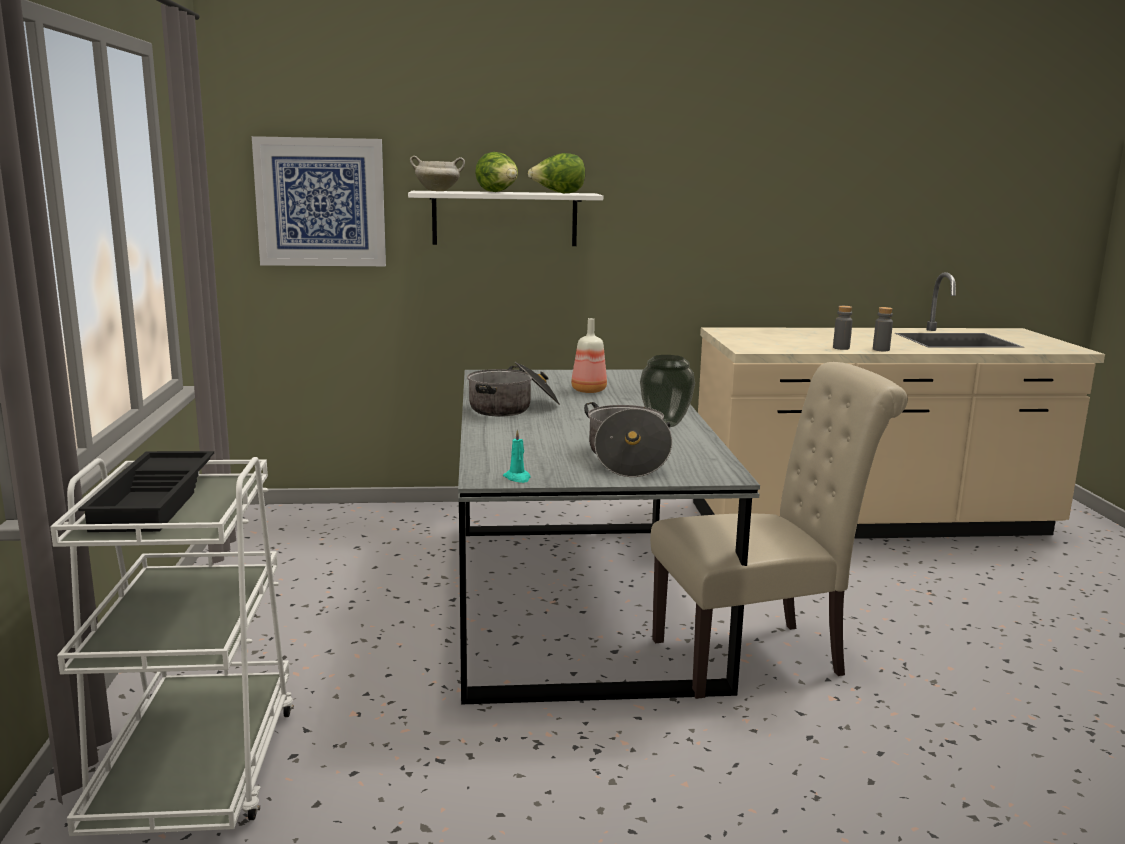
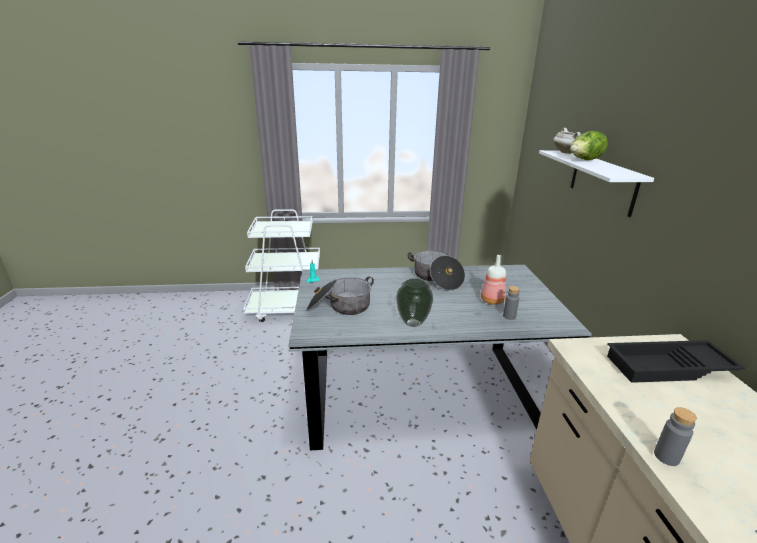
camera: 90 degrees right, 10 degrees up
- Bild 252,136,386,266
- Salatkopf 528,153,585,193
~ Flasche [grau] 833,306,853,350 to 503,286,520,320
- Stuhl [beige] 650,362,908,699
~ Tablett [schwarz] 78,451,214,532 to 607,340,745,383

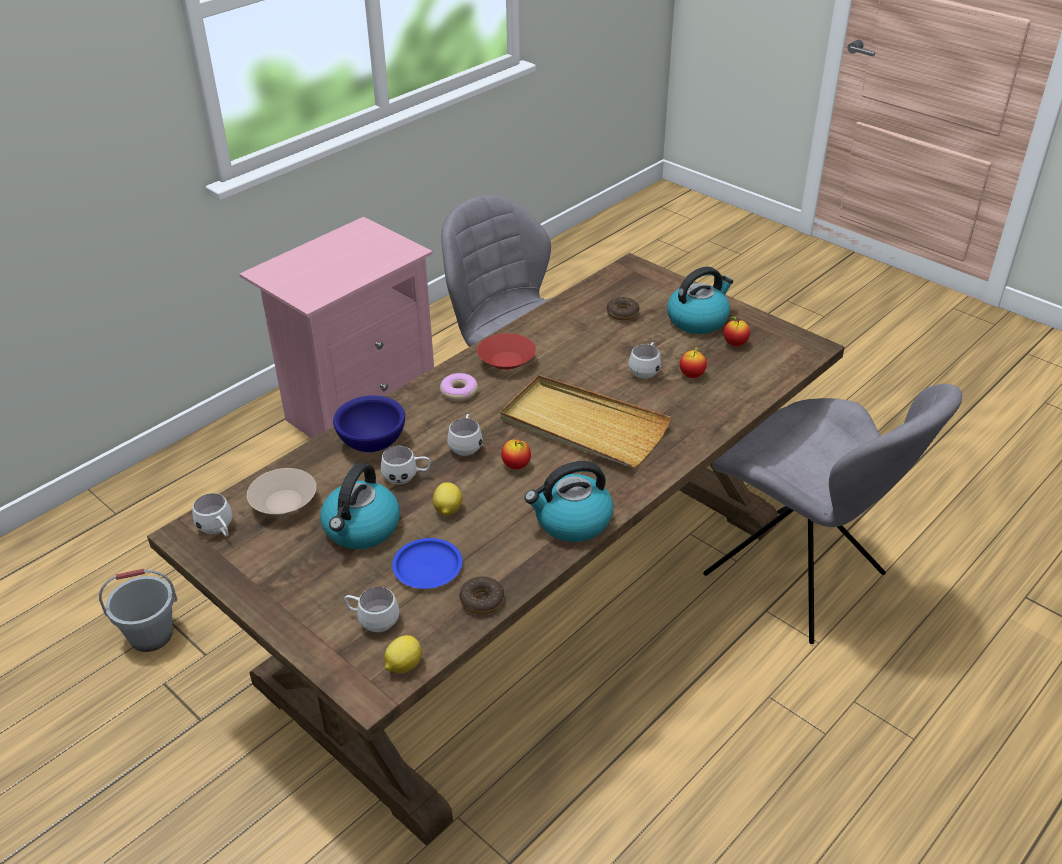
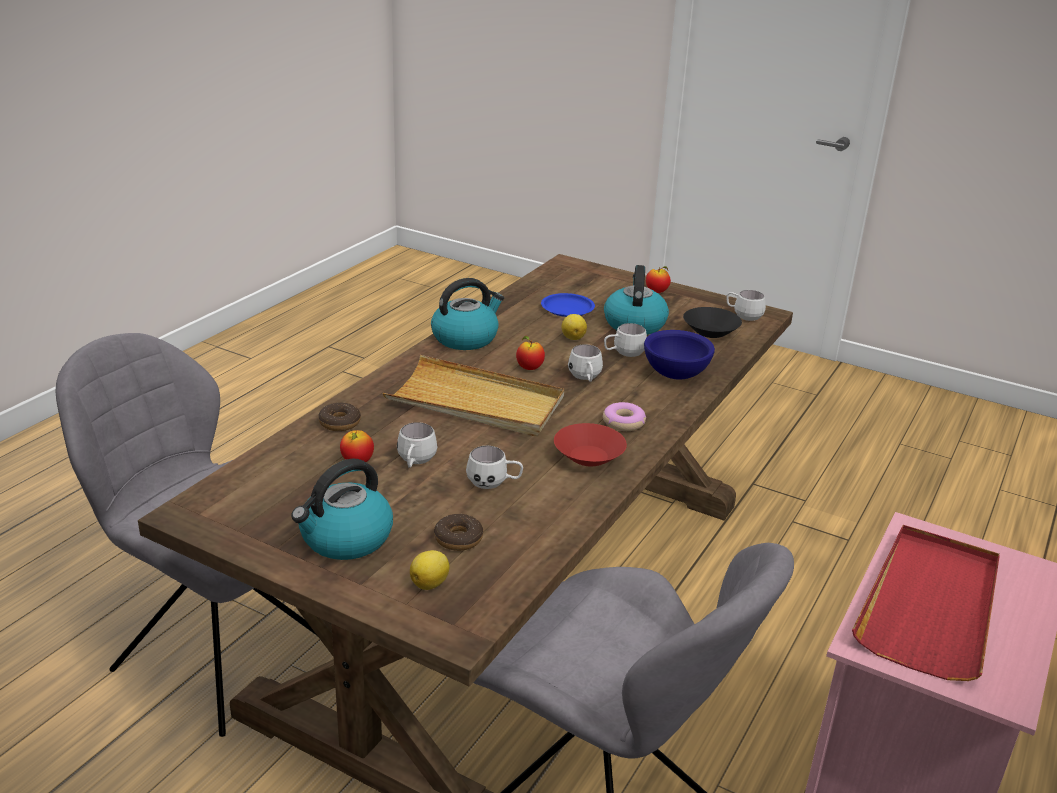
camera: 165 degrees right, 10 degrees down
~ Apfel 724,316,750,346 to 646,266,671,293
~ Schüssel [beige] 247,468,316,515 to Schüssel [schwarz] 683,307,742,338
- Eimer [grau] 99,569,178,652
~ Donut 459,576,504,615 to 318,403,361,431
~ Henkelbecher [weiß] 344,587,400,632 to 466,446,523,489
~ Zitrone 384,635,422,673 to 410,550,450,590
+ Tablett [rot] 852,525,1000,681

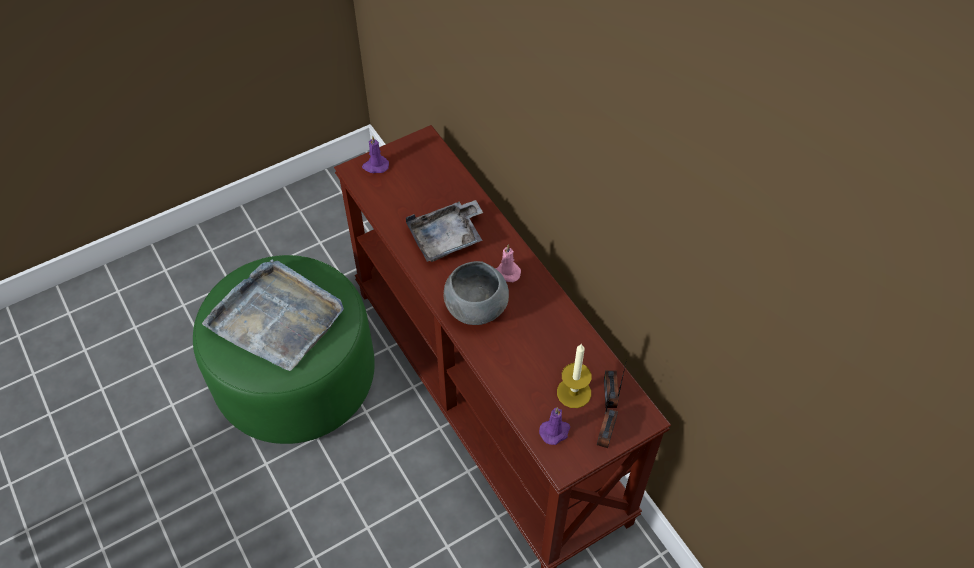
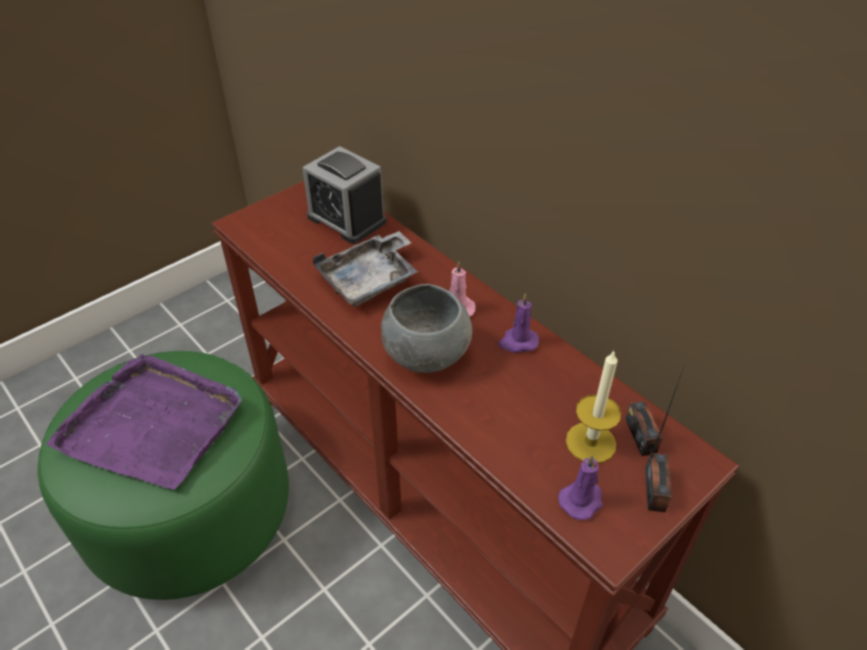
camera: 10 degrees left, 10 degrees down
~ Kerze [lila] 362,135,389,173 to 498,293,539,353
~ Tablett [grau] 202,259,344,371 to Tablett [lila] 46,354,242,490
+ Wecker 302,146,387,244

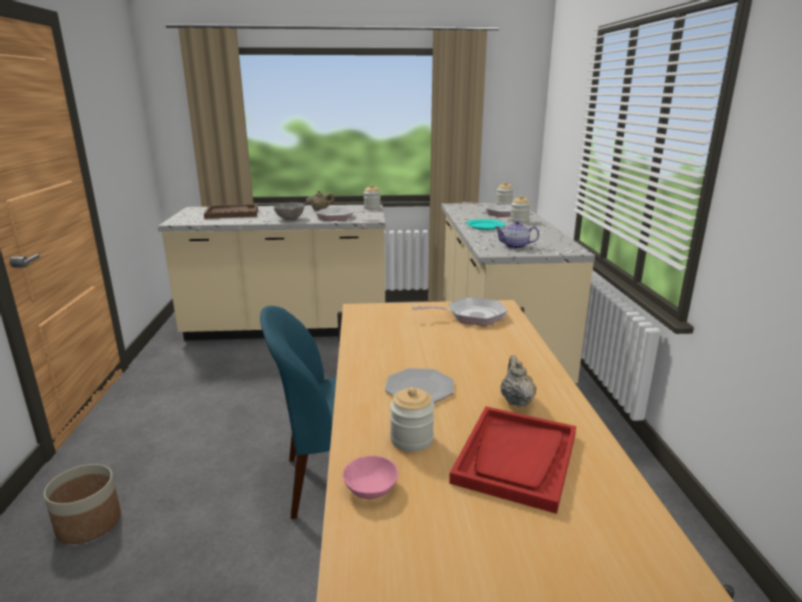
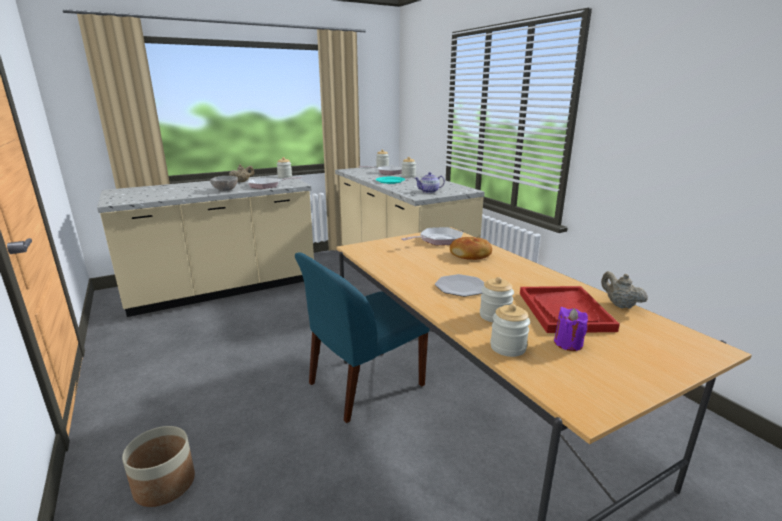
camera: 25 degrees left, 0 degrees up
- Tablett [braun] 204,204,258,219
~ Teekanne [beige] 500,355,537,407 to 601,271,648,309
~ Schüssel [rosa] 343,456,398,499 to Vorratsglas 490,304,530,357
+ Brot 450,237,492,260
+ Kerze [lila] 554,307,588,351

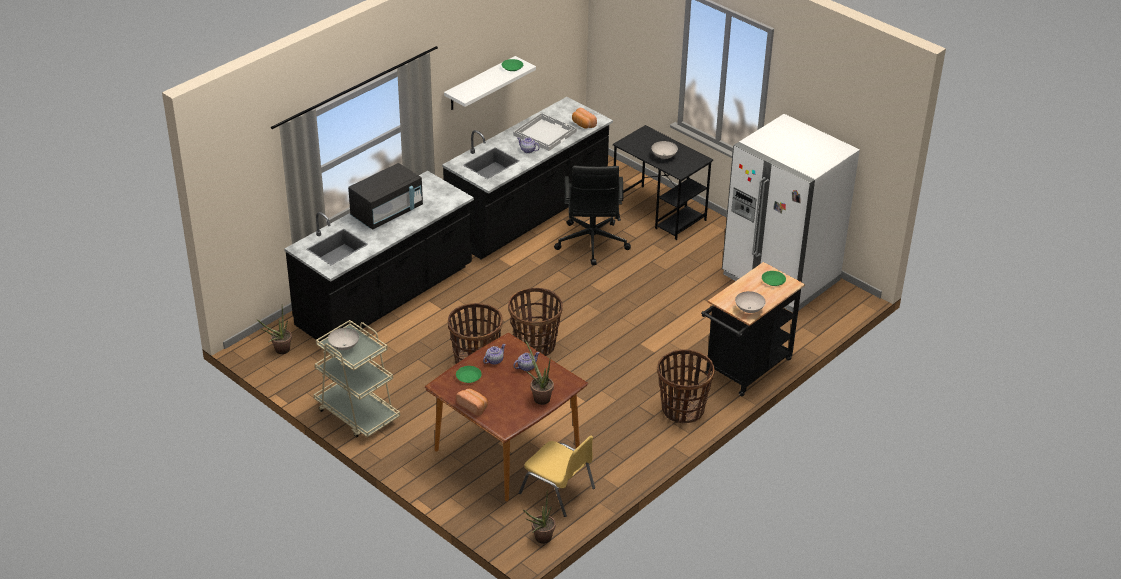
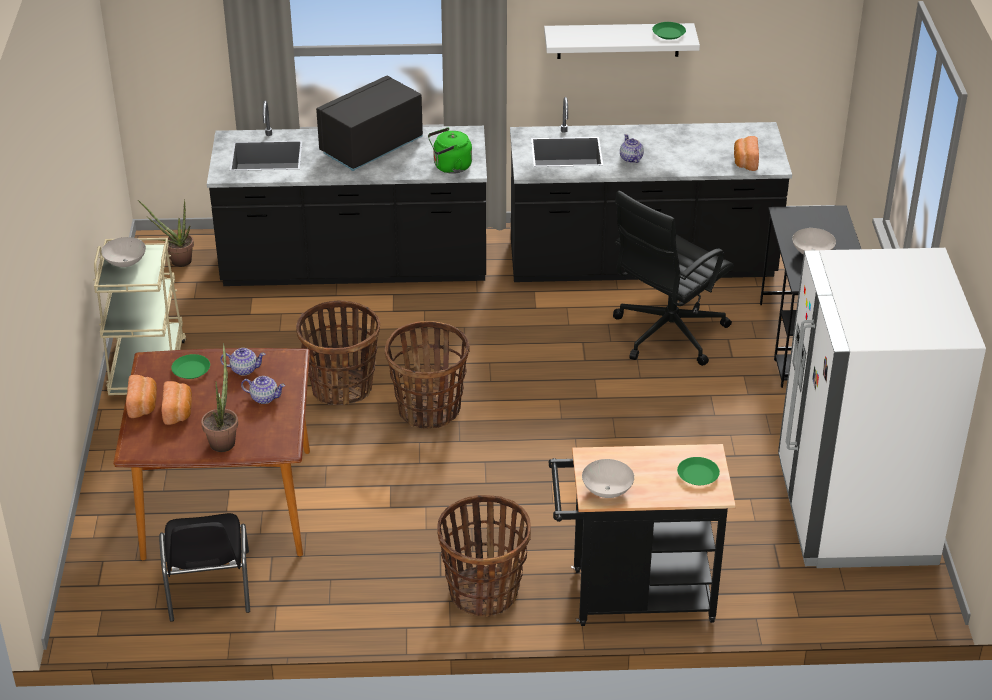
camera: 45 degrees right, 0 degrees up
- Tablett [weiß] 513,113,577,151
~ Mikrowelle [schwarz] 348,163,423,230 = 316,75,423,171 135 degrees clockwise
~ Stuhl [gelb] 519,436,595,517 to Stuhl [schwarz] 159,513,250,622
- Topfpflanze 523,491,555,544
+ Wasserkessel [grün] 428,128,472,174
+ Brot 161,381,192,425

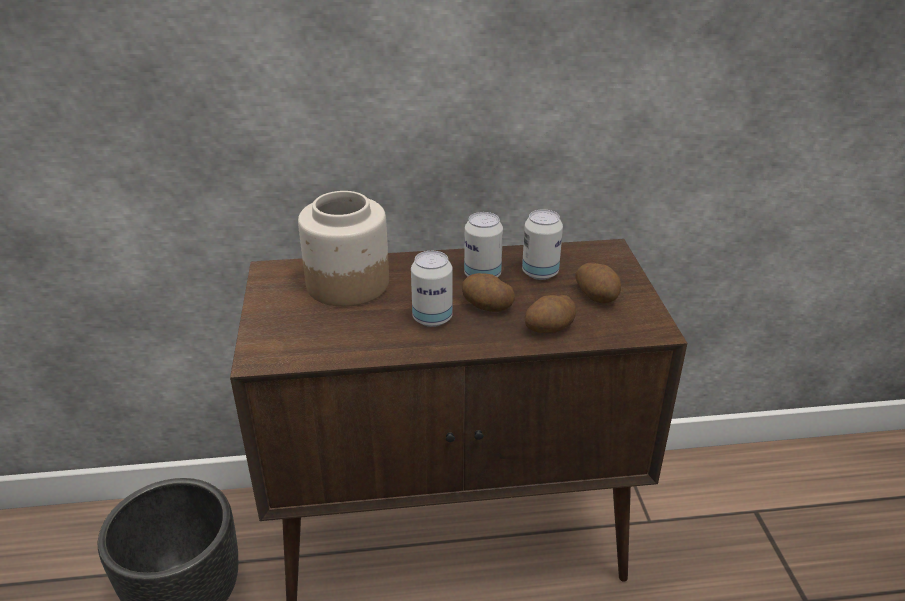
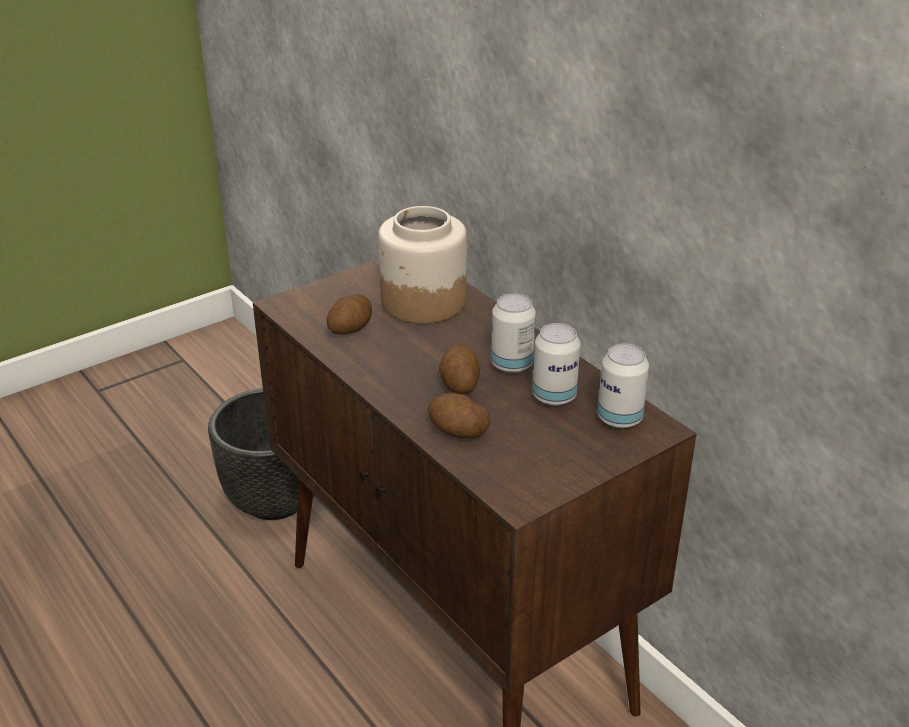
camera: 60 degrees right, 0 degrees up
~ Dose 411,251,453,327 to 598,344,649,429
~ Kartoffel 575,262,621,303 to 327,294,372,335

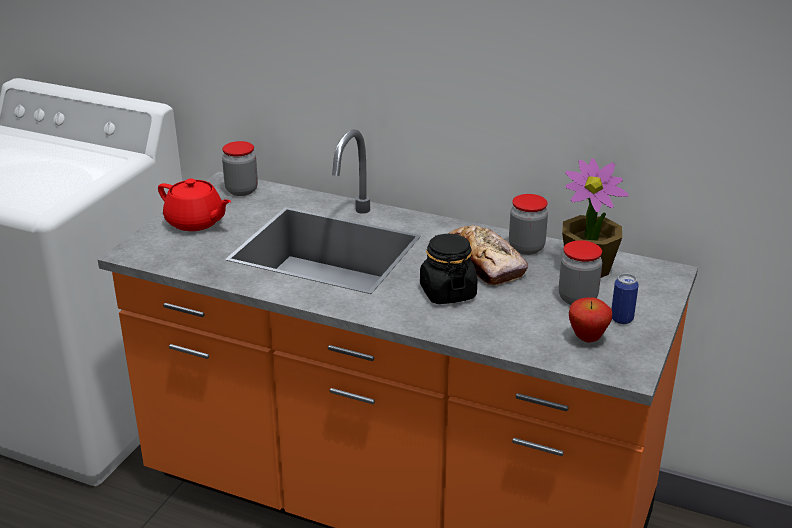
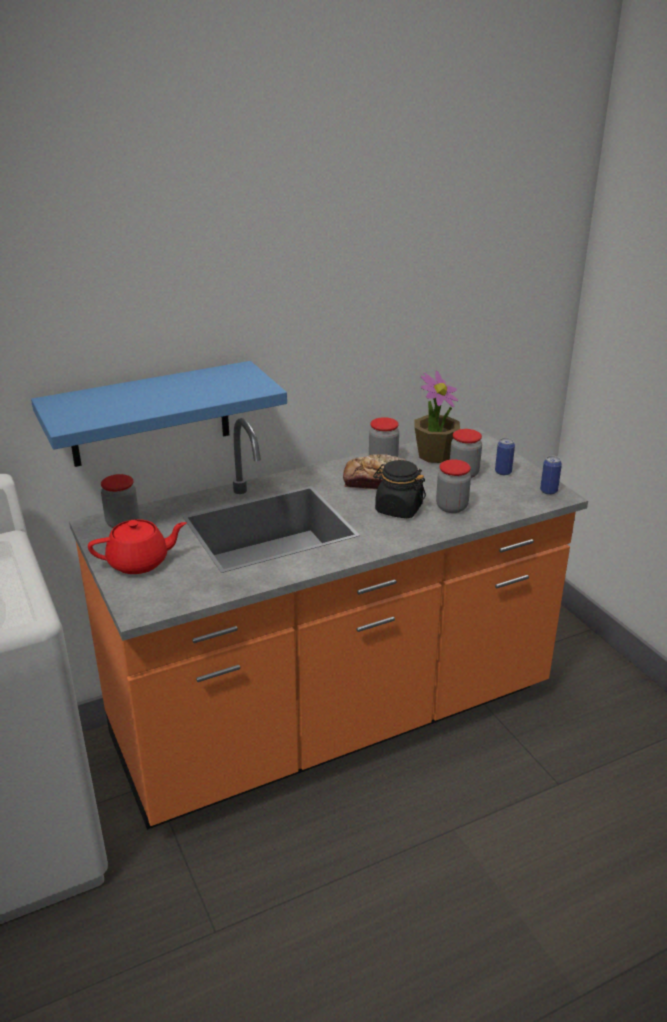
camera: 50 degrees left, 0 degrees up
- Apfel 569,297,612,343
+ Wandregal [blau] 31,361,287,467
+ Dose 540,455,562,495
+ Vorratsglas 436,459,471,513

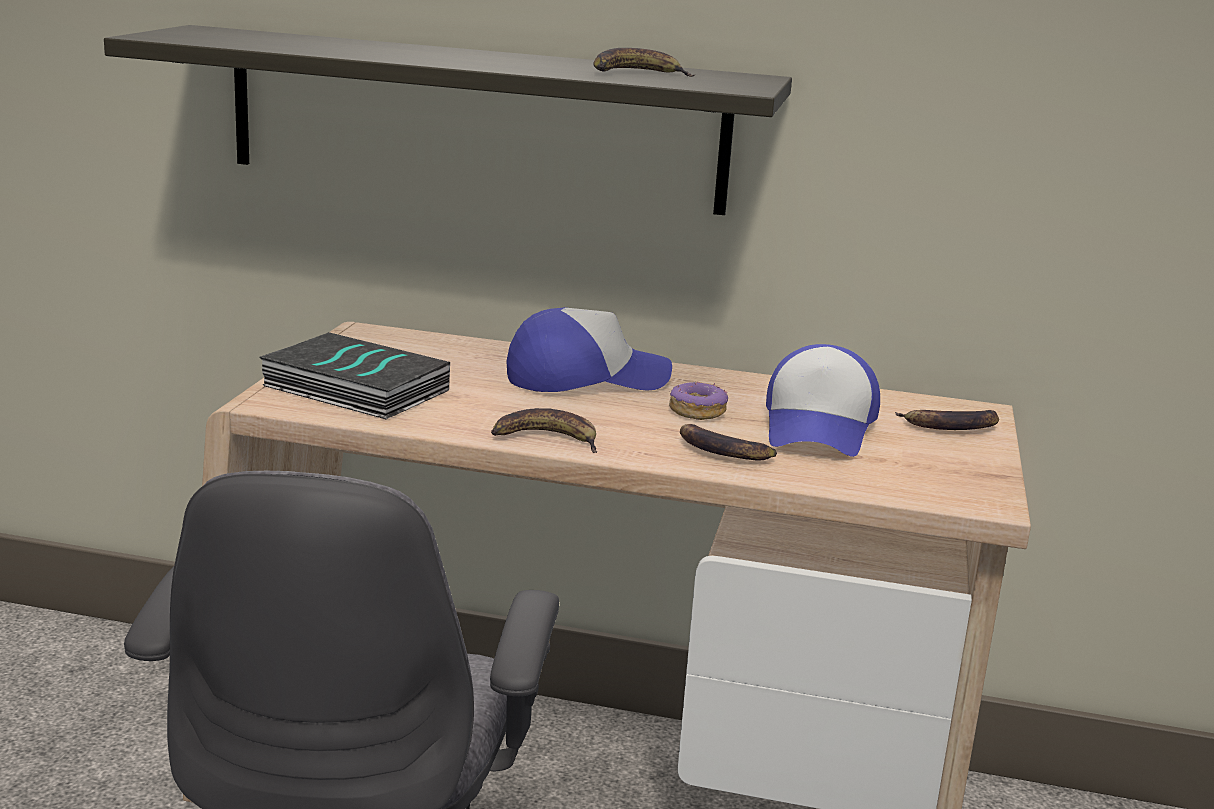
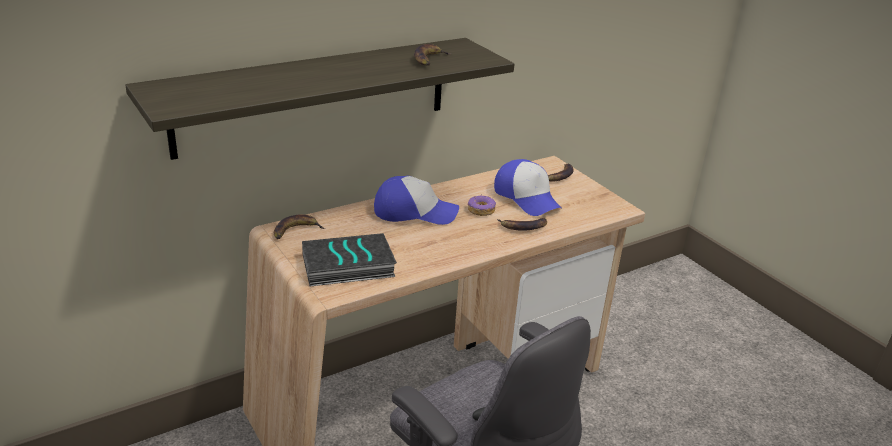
camera: 45 degrees left, 10 degrees up
~ Kappe 507,307,672,392 = 374,176,459,225 60 degrees clockwise
~ Banane 491,408,597,453 to 274,214,325,239

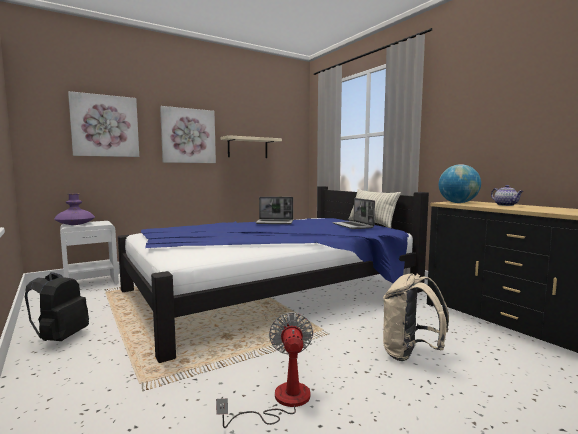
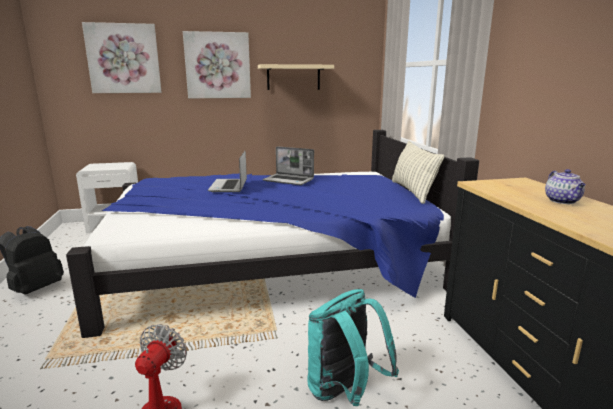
camera: 20 degrees right, 10 degrees up
- Globus 439,164,481,203
- Vase [lila] 54,193,95,225
~ Laptop 332,198,375,229 to 208,151,247,192
~ Rucksack [beige] 383,274,449,361 to Rucksack [türkis] 307,289,399,406

